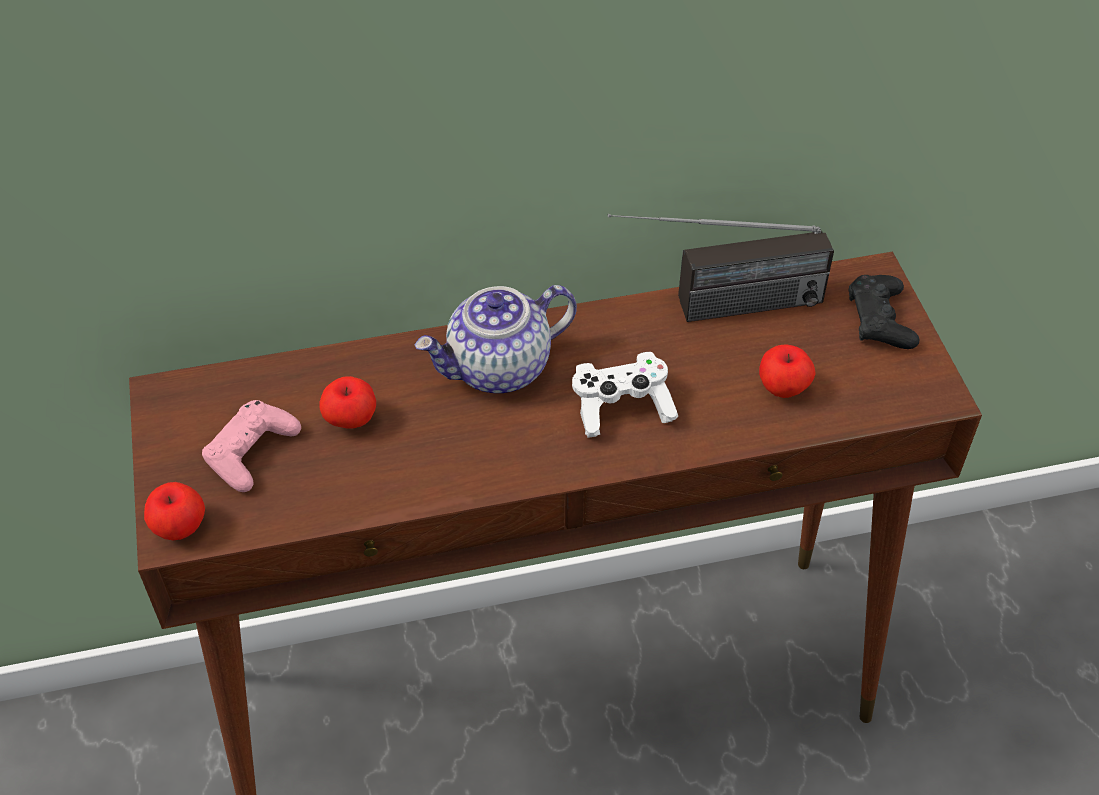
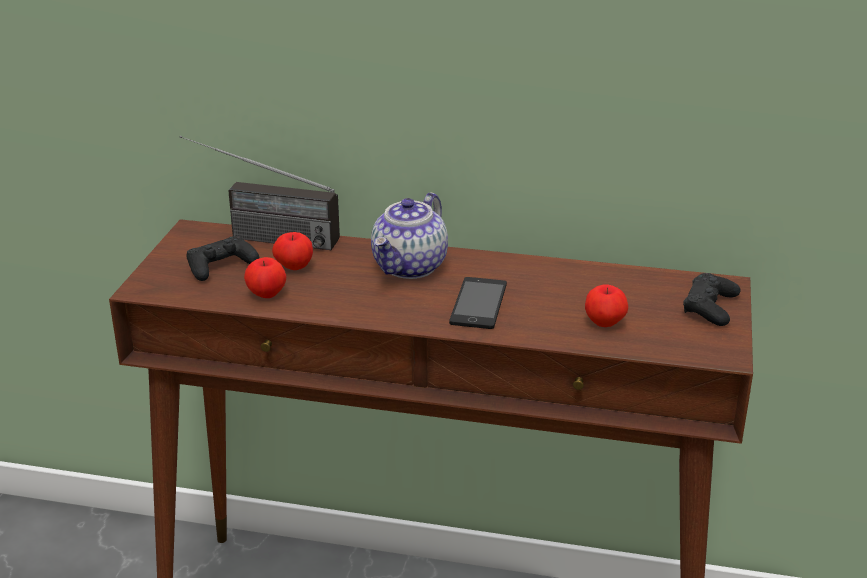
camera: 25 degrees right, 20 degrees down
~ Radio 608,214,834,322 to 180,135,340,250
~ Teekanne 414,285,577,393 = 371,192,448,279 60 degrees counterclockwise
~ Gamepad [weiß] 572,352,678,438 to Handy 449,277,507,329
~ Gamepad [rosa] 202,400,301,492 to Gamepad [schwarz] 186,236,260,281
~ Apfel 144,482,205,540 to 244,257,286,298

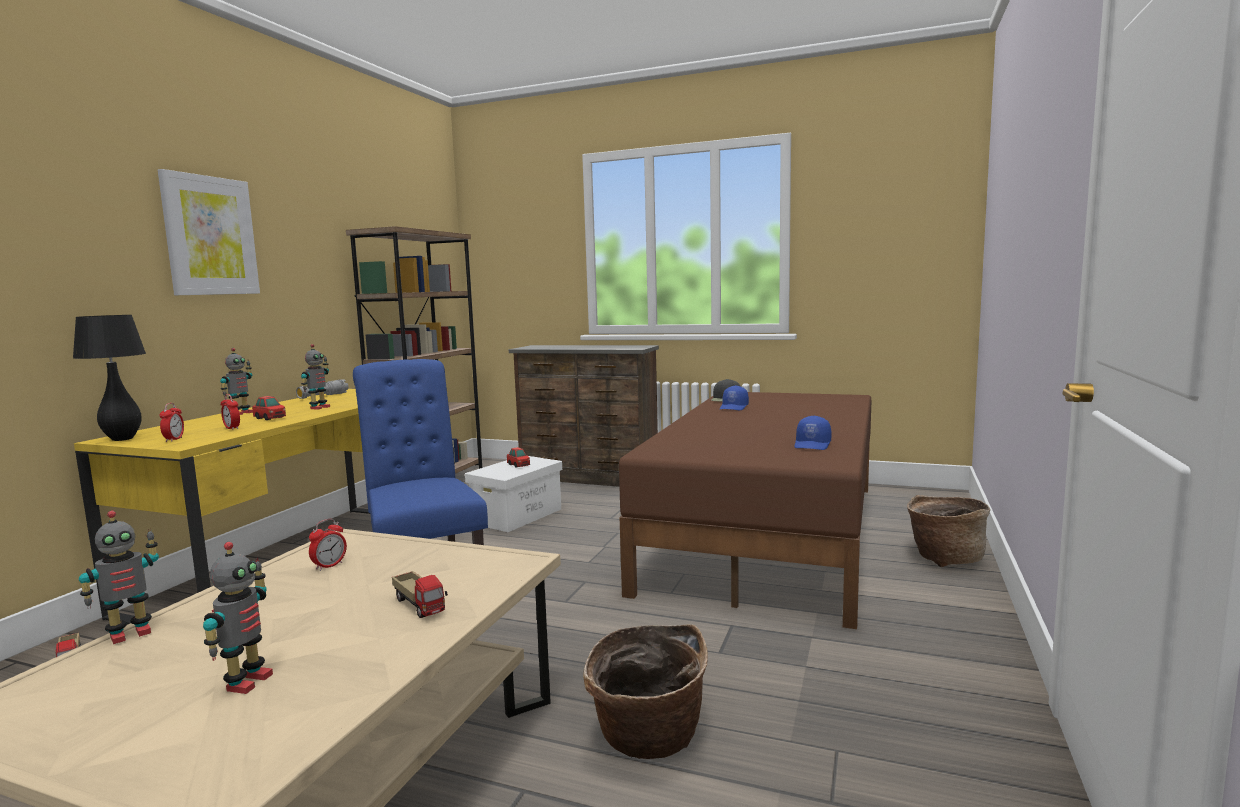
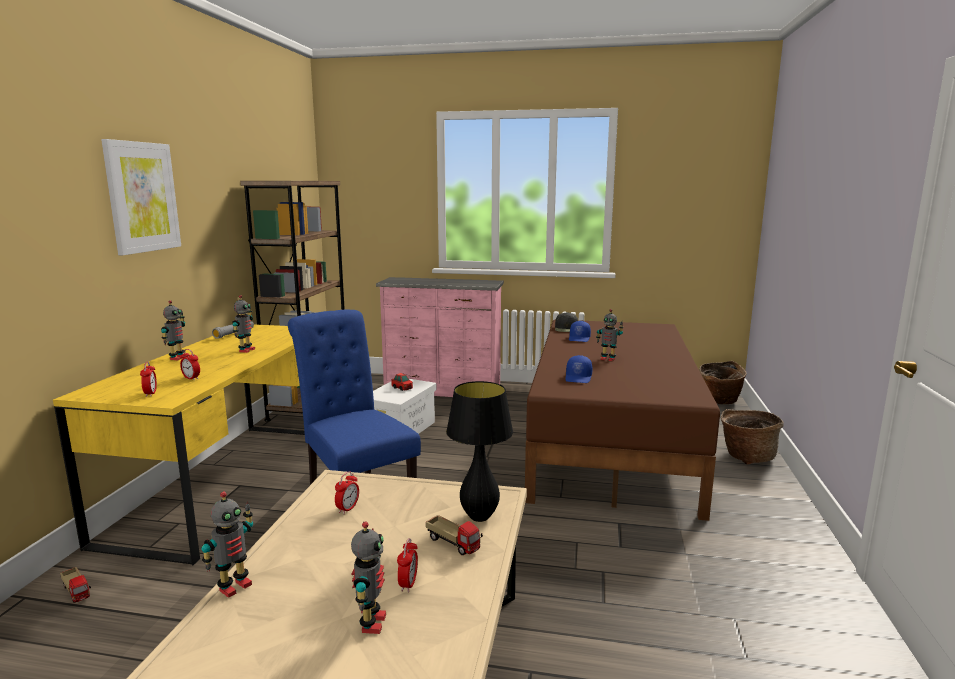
camera: 10 degrees left, 5 degrees up
~ Tischlampe [schwarz] 73,315,146,441 to 446,381,513,522
~ Kommode [braun] 509,345,659,487 to Kommode [rosa] 376,277,504,397
- Spielzeugauto 252,396,286,420
~ Kappe [blau] 794,415,832,450 to 565,355,592,383
~ Korb 583,624,708,759 to 699,361,747,404
+ Spielzeugroboter 596,309,624,361
+ Wecker 397,538,418,592

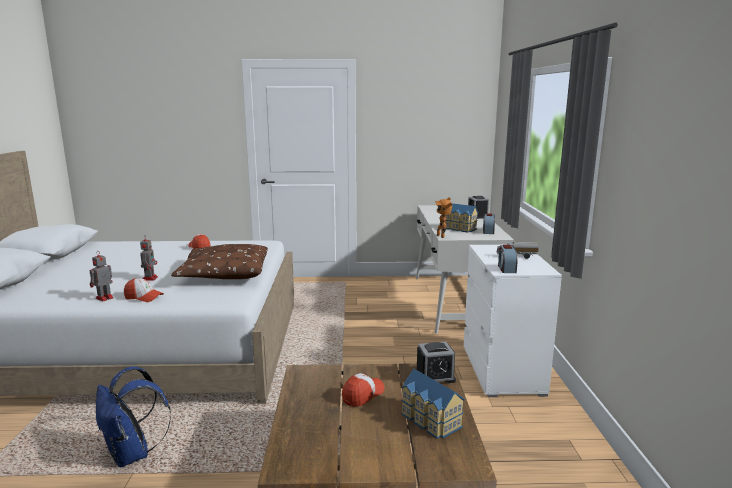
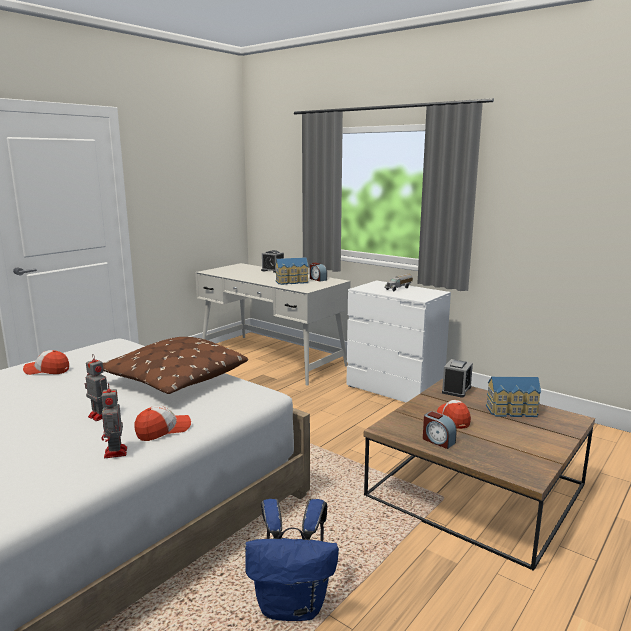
camera: 50 degrees left, 0 degrees up
- Spielzeugroboter 435,197,452,238
~ Wecker 498,245,518,273 to 423,411,457,449

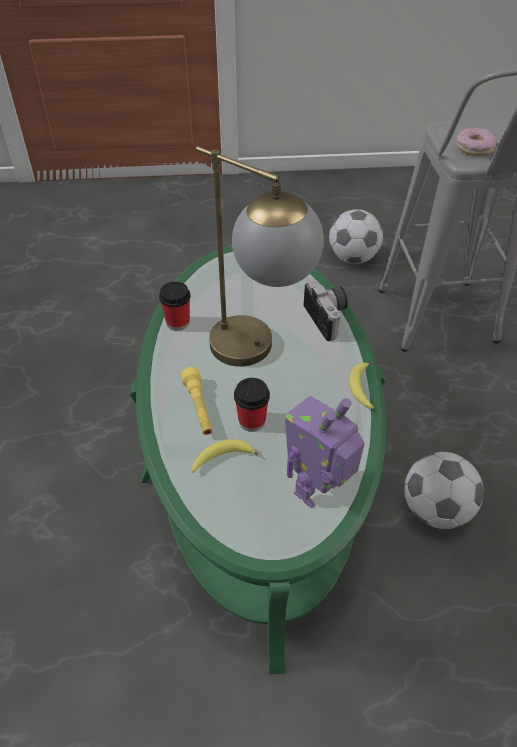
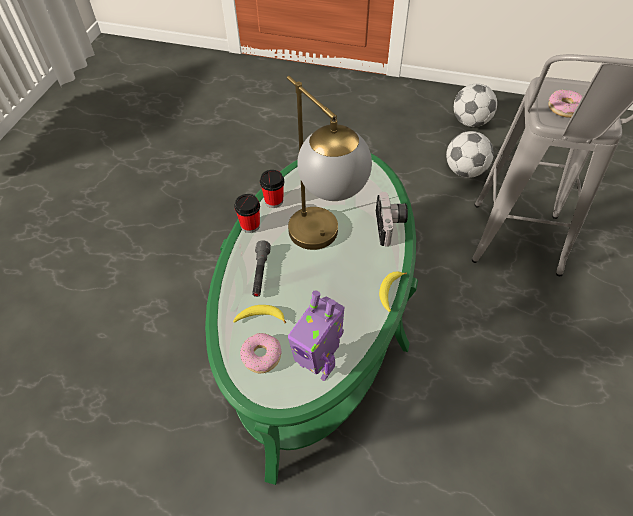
camera: 20 degrees right, 5 degrees up
~ Taschenlampe [gelb] 181,367,213,435 to Taschenlampe [grau] 252,240,271,297
~ Tasse 234,378,270,432 to 234,194,260,233
~ Spielzeugroboter 285,396,365,508 = 288,290,344,381 120 degrees counterclockwise
~ Fußball 405,452,484,529 to 454,83,497,127
+ Donut 240,333,282,373

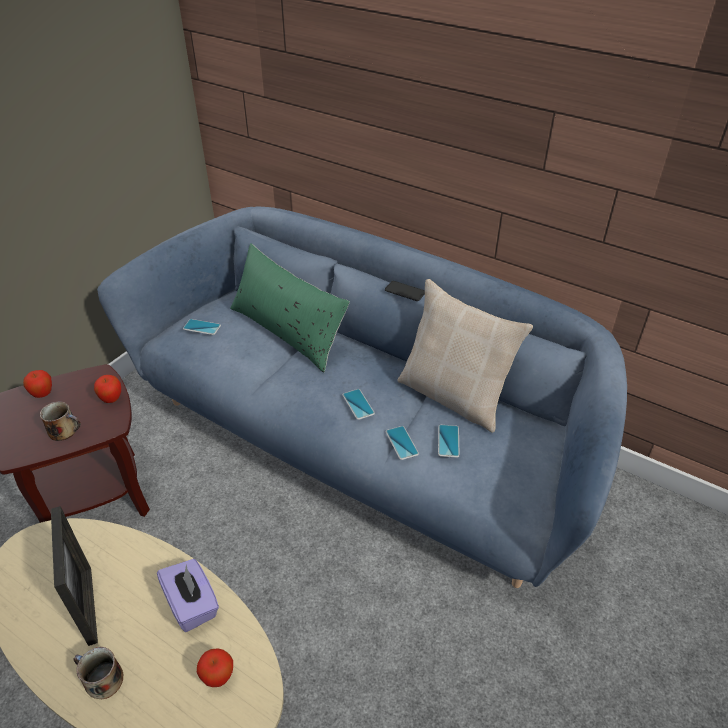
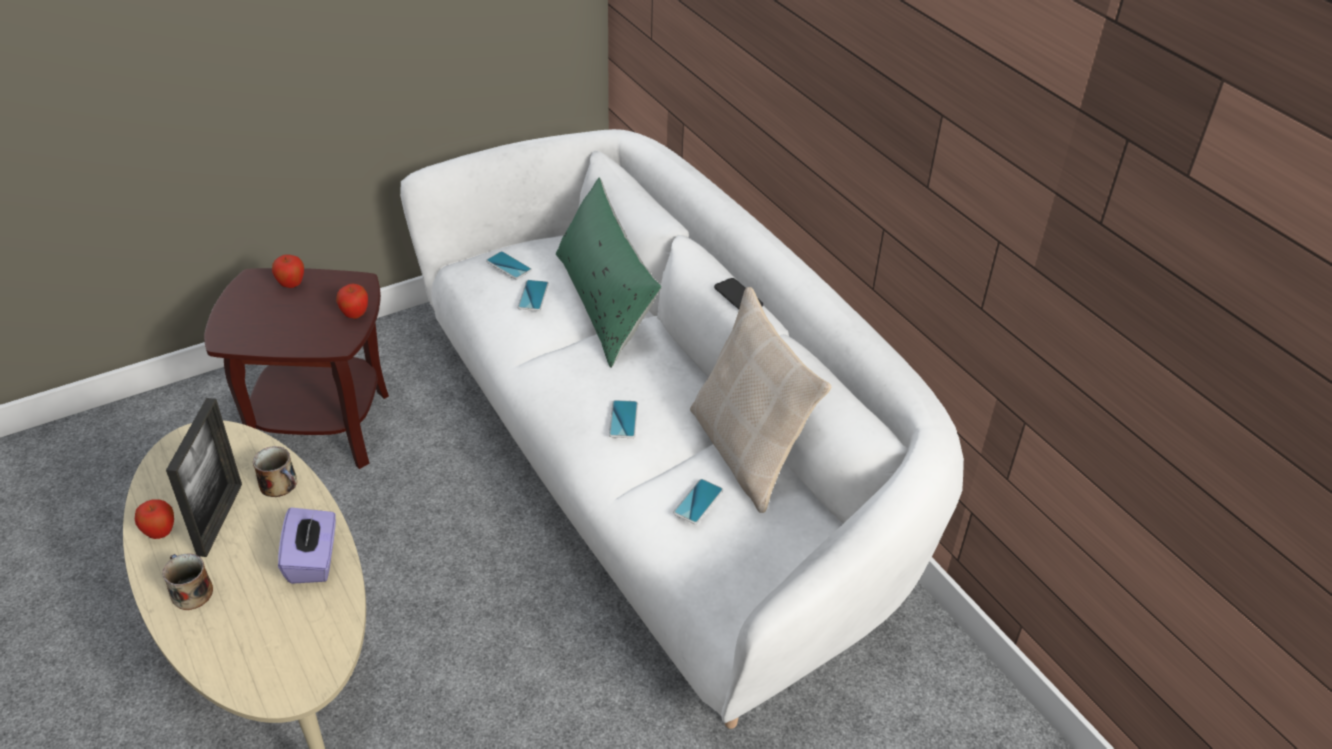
camera: 25 degrees right, 0 degrees up
~ Sofa [blau] 97,206,627,588 to Sofa [weiß] 400,129,964,729
~ Henkelbecher 40,401,81,441 to 253,446,297,497
~ Handy 386,426,419,460 to 518,280,549,311
~ Apfel 197,648,233,687 to 135,499,174,539

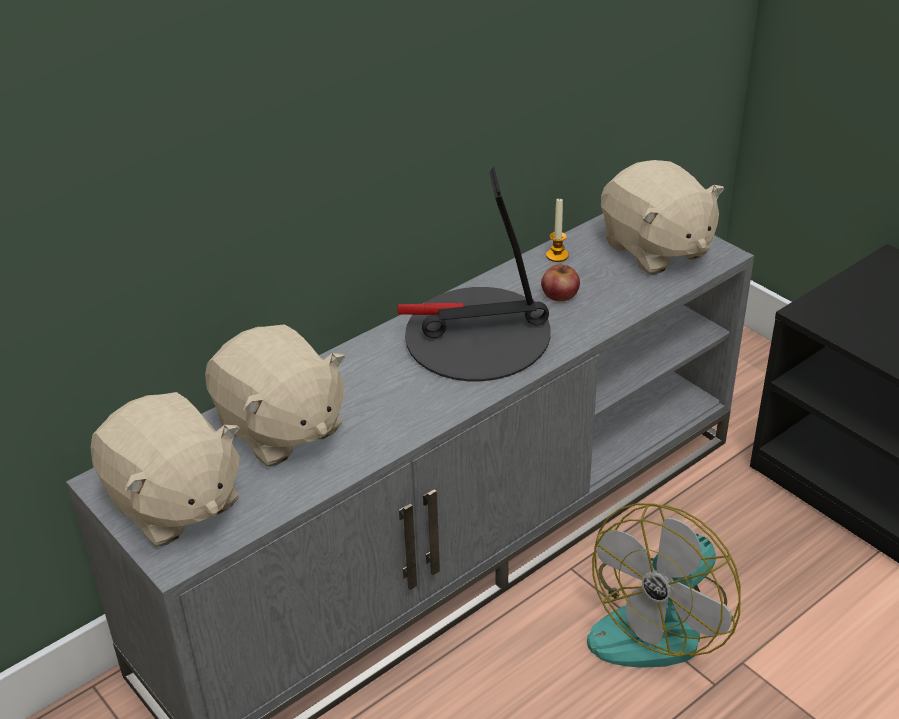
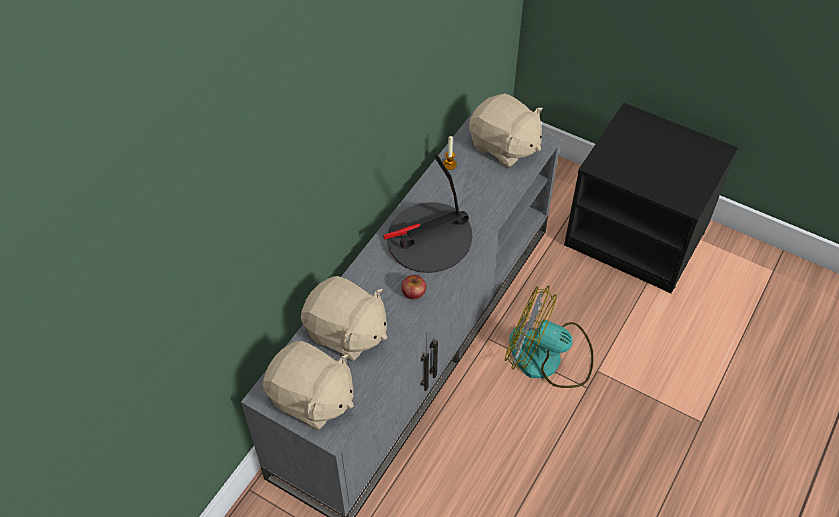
camera: 20 degrees left, 15 degrees up
~ Apfel 541,265,580,302 to 401,275,426,300
~ Ventilator 587,503,741,668 = 505,286,593,388 90 degrees clockwise

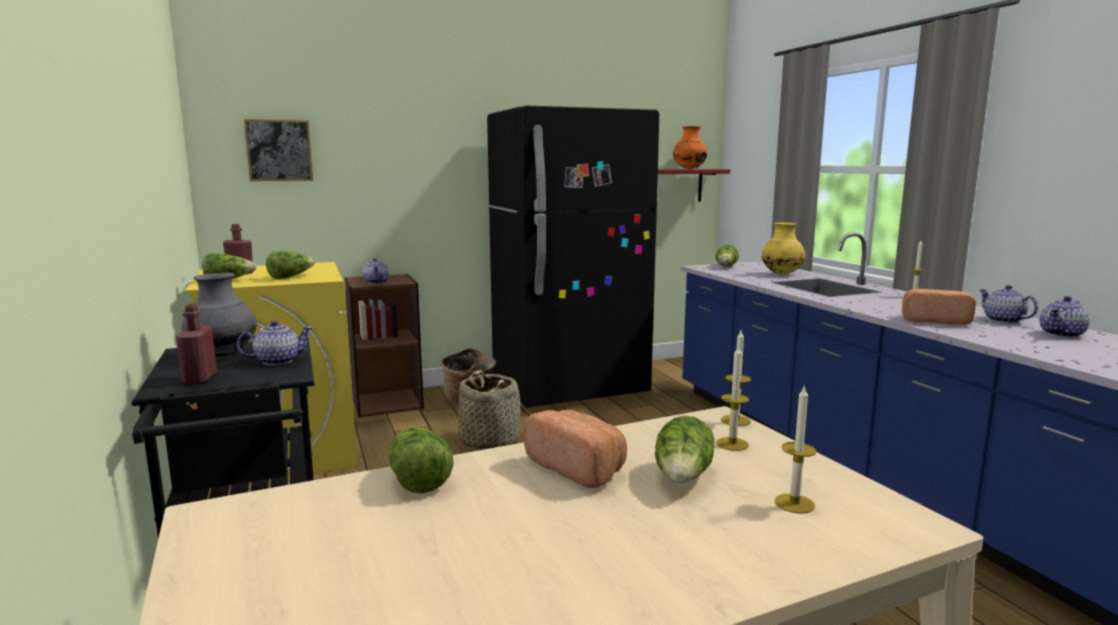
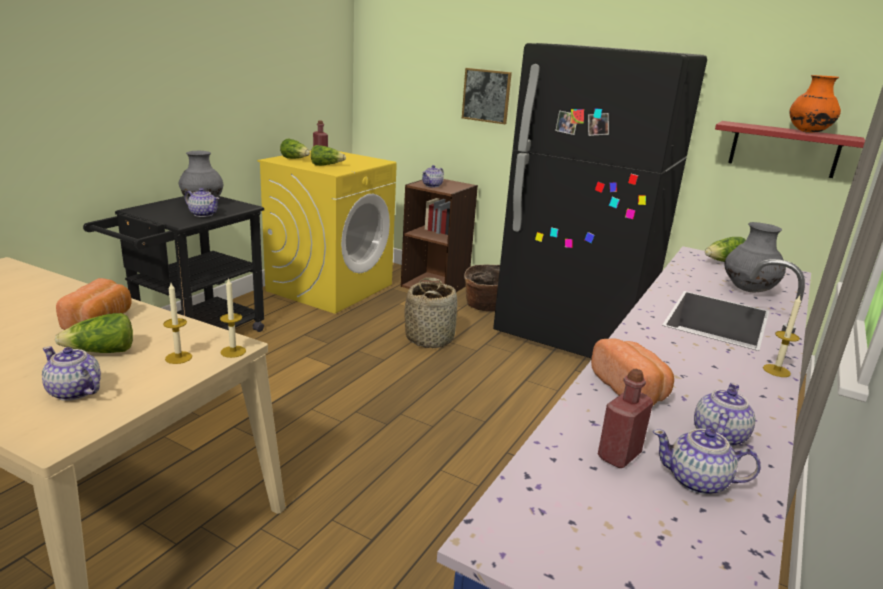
camera: 50 degrees right, 10 degrees up
~ Bild 244,119,313,181 to 462,68,512,124
~ Vase [gelb] 761,223,805,274 to Vase [grau] 724,222,786,292
~ Flasche [rot] 176,304,217,384 to 598,369,653,468
~ Kerze 775,384,817,514 to Teekanne 42,347,101,401
- Salatkopf 389,428,454,494

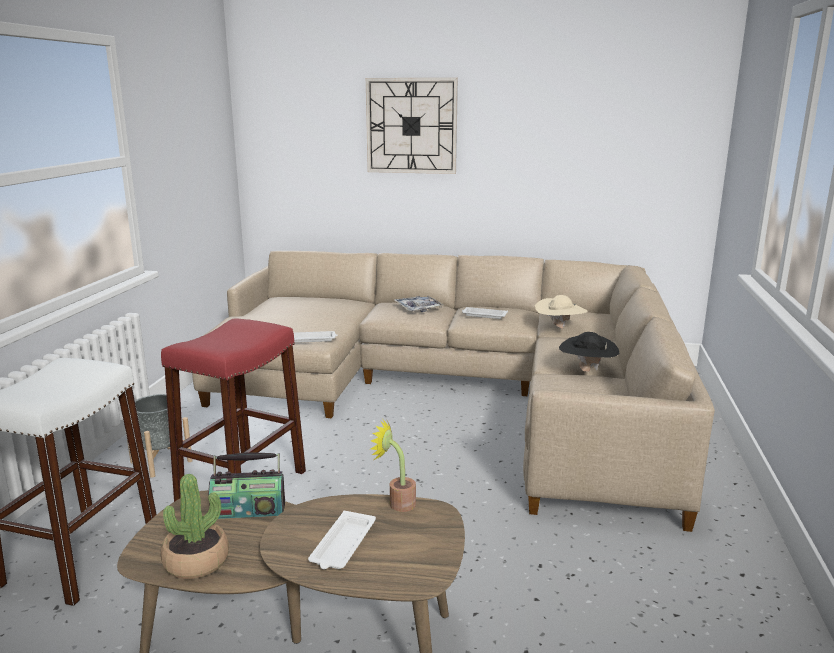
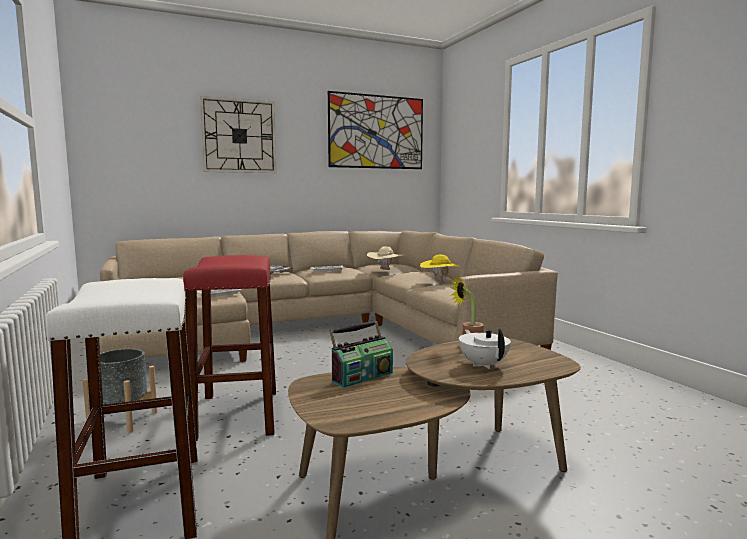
camera: 35 degrees left, 10 degrees down
~ Hut [schwarz] 559,332,619,372 to Hut [gelb] 420,254,458,282
- Topfpflanze 161,474,229,579
~ Tablett [weiß] 308,511,376,569 to Teekanne [weiß] 459,328,511,369
+ Bild 328,91,423,169

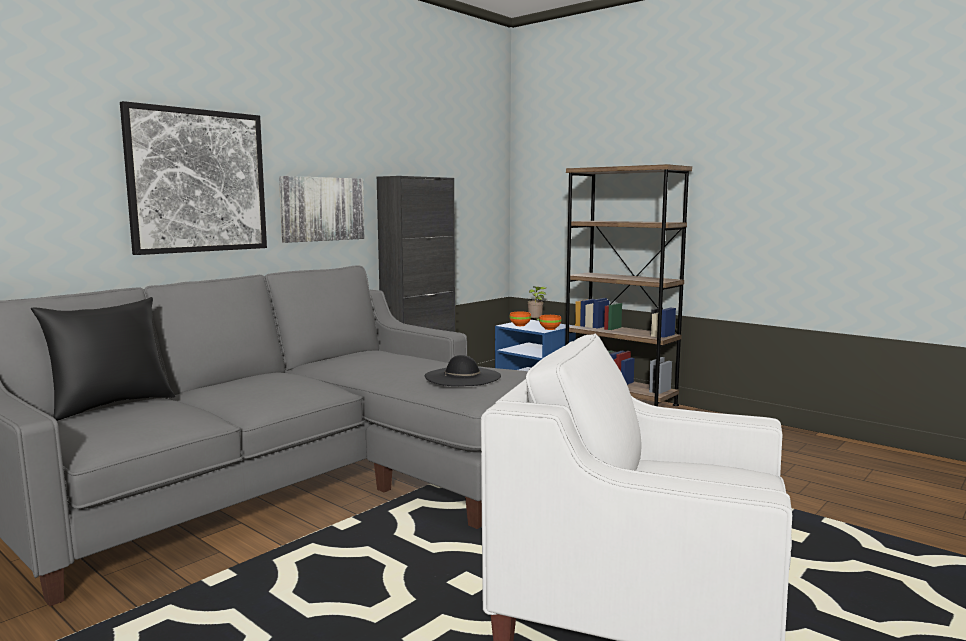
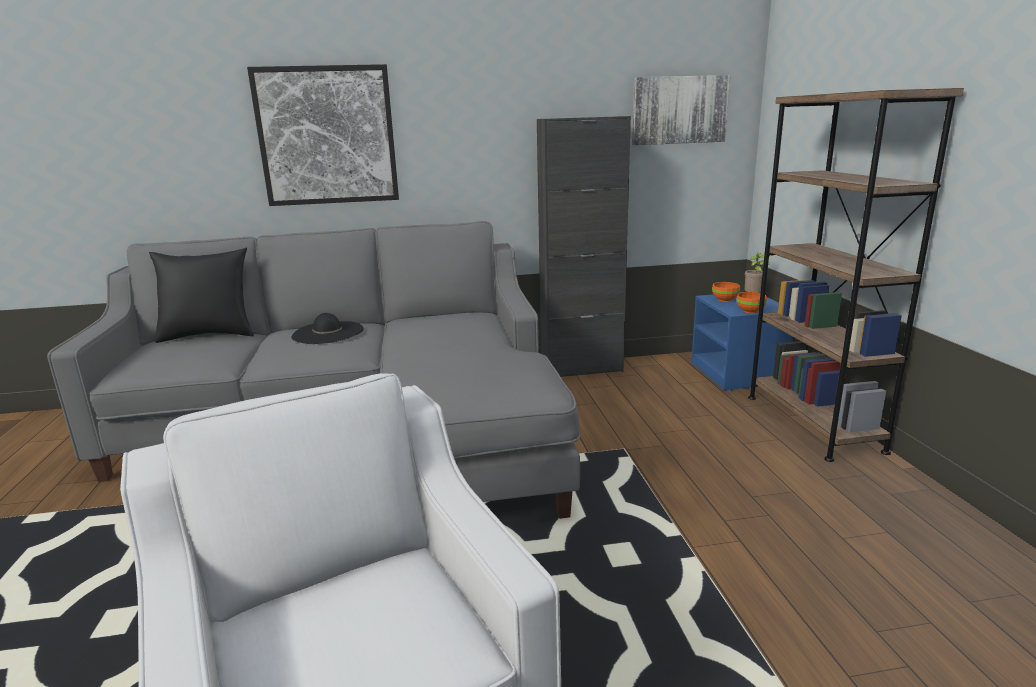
camera: 40 degrees right, 10 degrees up
~ Bild 279,176,365,243 to 632,75,730,145
~ Hut [schwarz] 425,355,501,386 to 291,313,363,344

